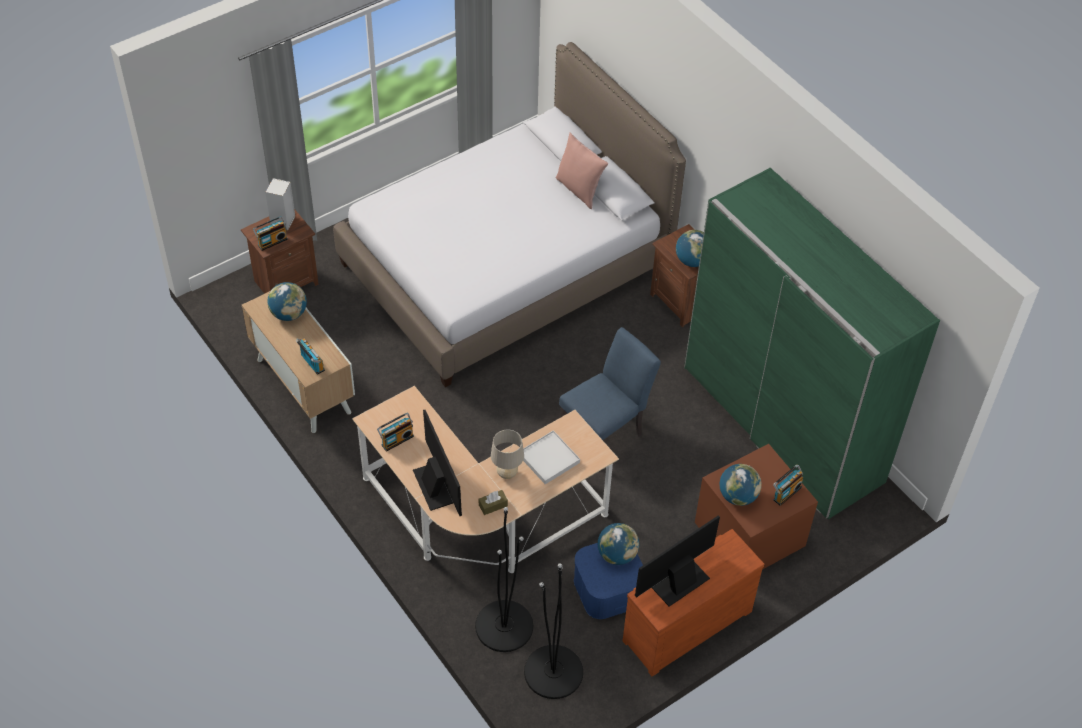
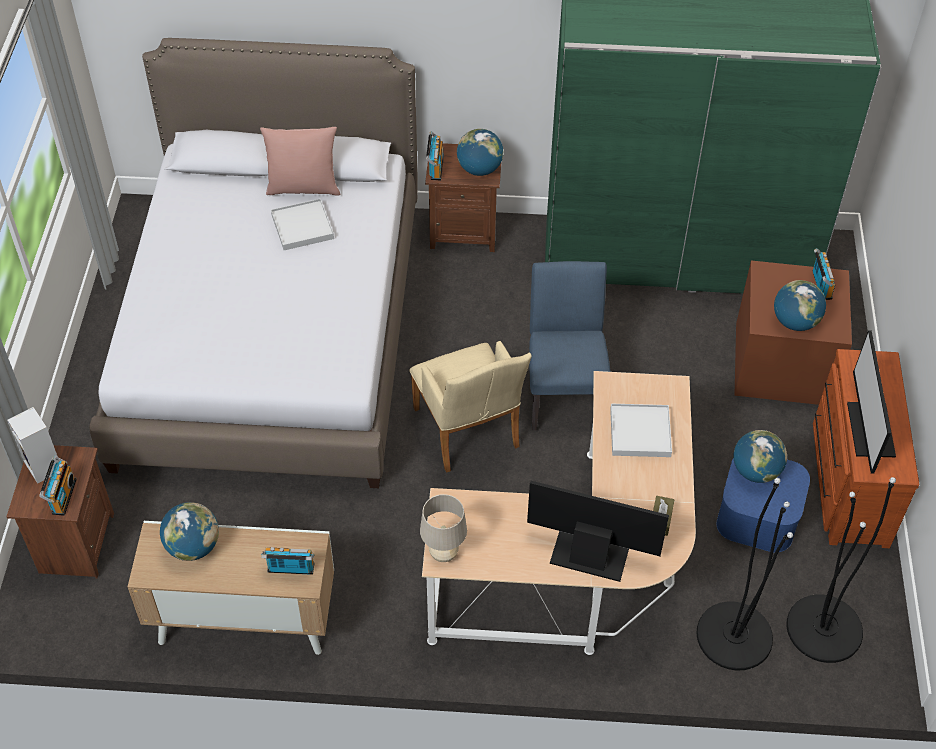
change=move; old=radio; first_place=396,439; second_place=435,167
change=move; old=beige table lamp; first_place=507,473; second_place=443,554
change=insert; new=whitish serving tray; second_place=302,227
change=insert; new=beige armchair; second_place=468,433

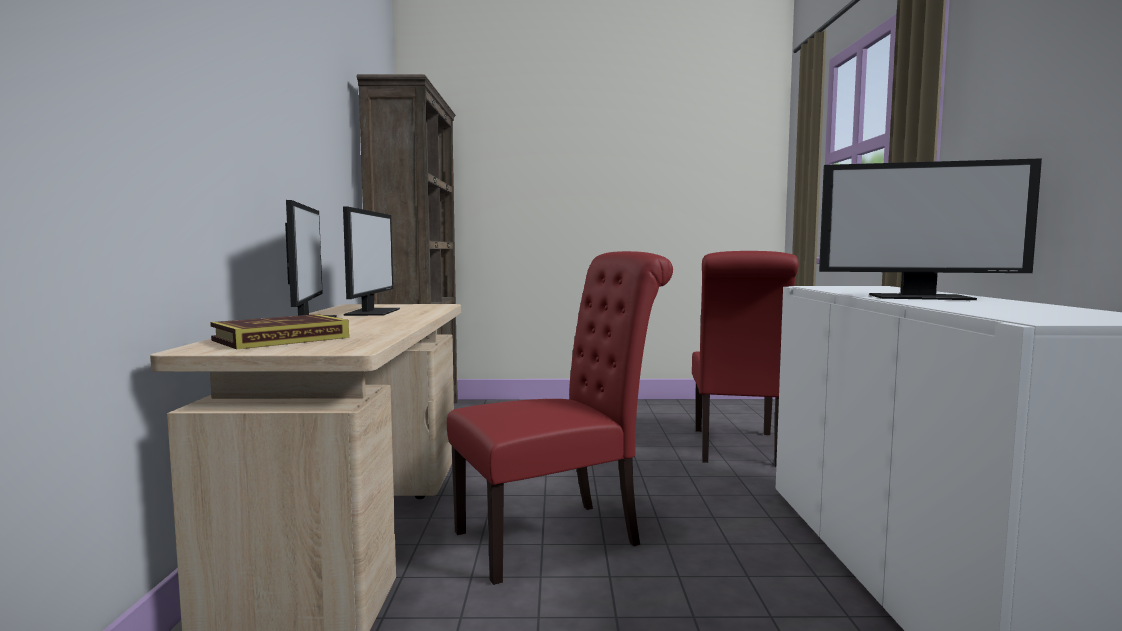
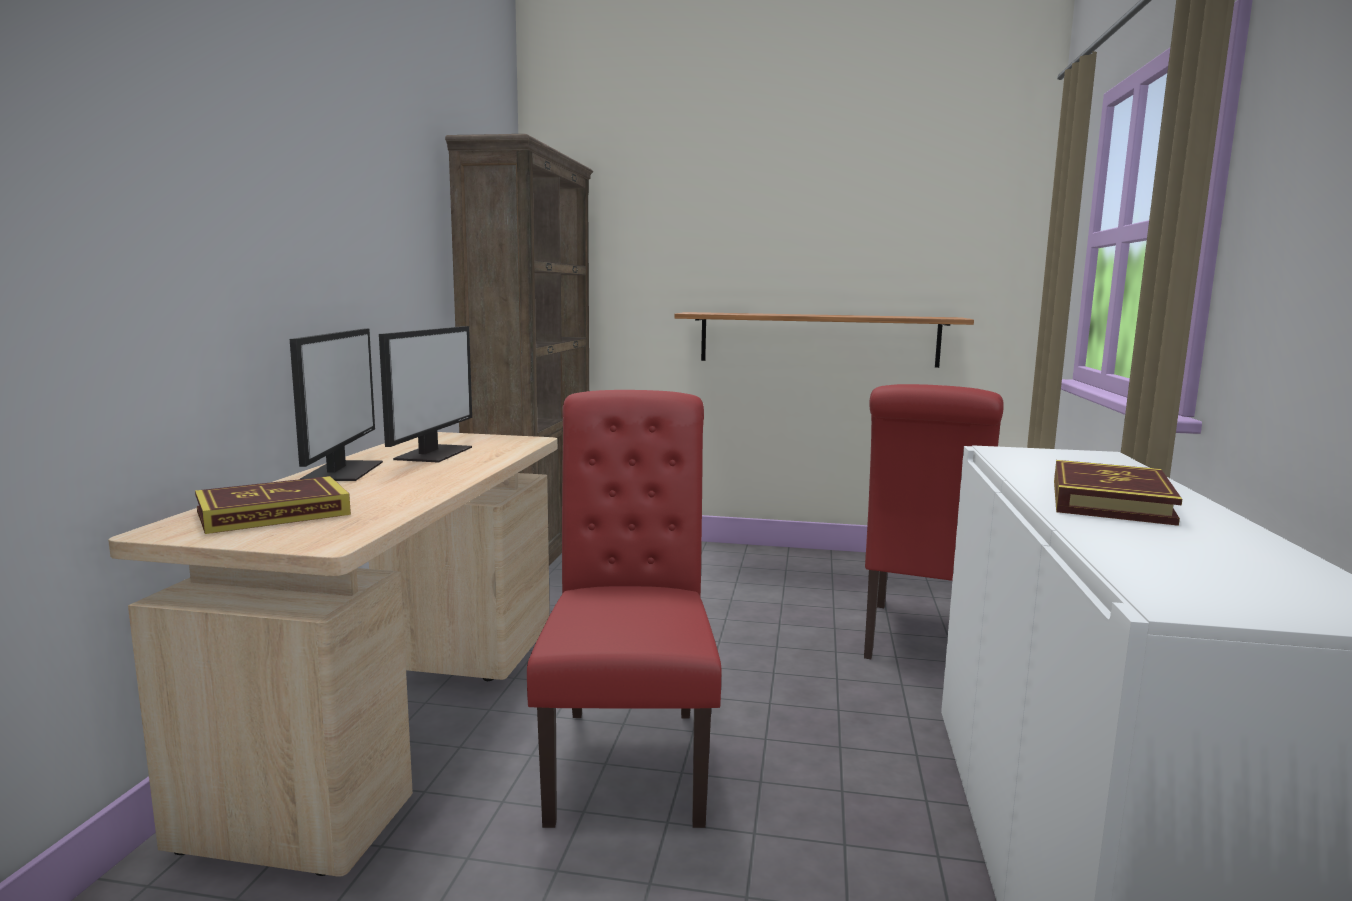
change=replace; old=computer display; new=volume; first_place=920,297; second_place=1109,501
change=rotate; old=red chair; first_place=558,536; second_place=629,755; degrees=-75
change=insert; new=wall shelf; second_place=818,339

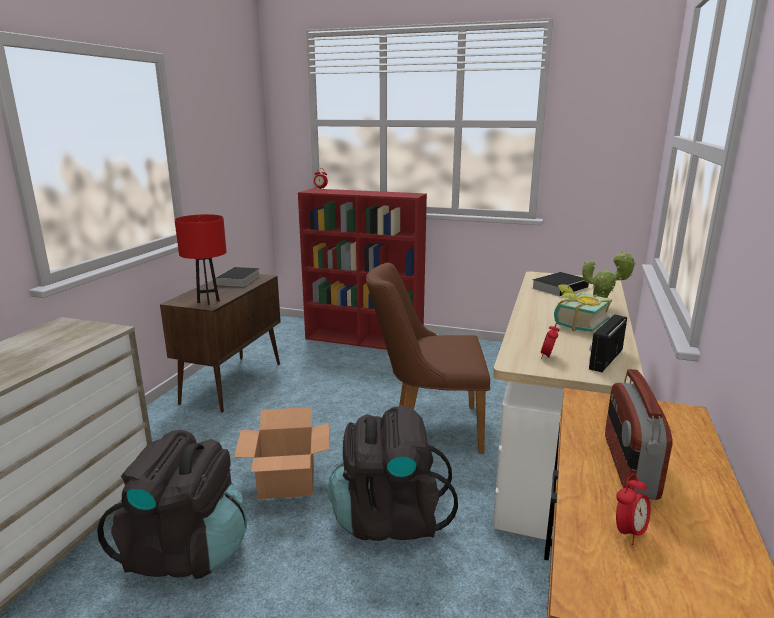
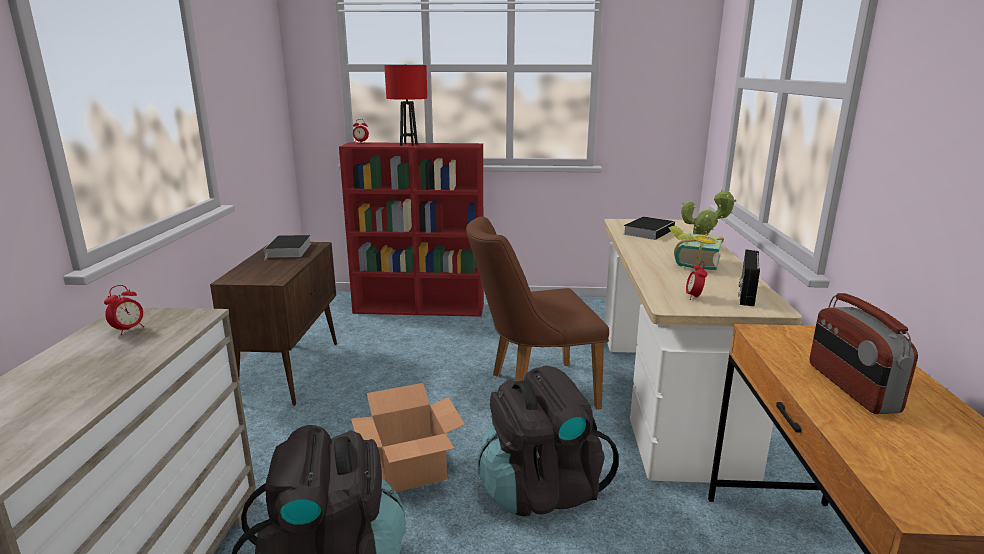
change=move; old=red table lamp; first_place=208,301; second_place=408,145
change=move; old=alarm clock; first_place=629,532; second_place=128,330

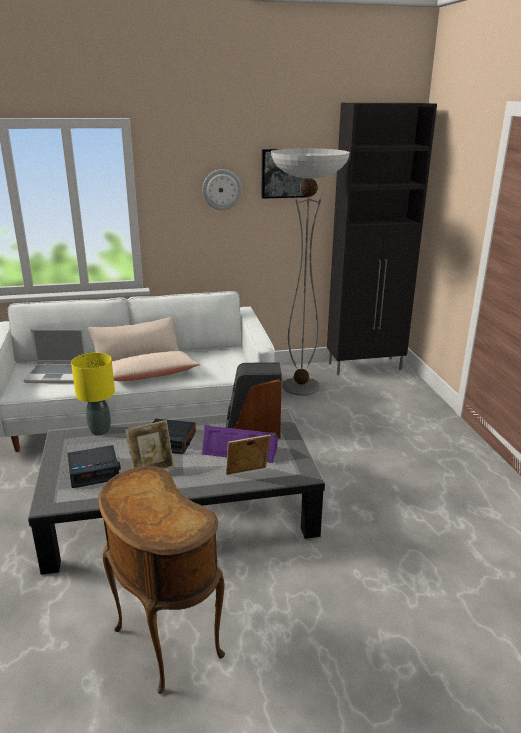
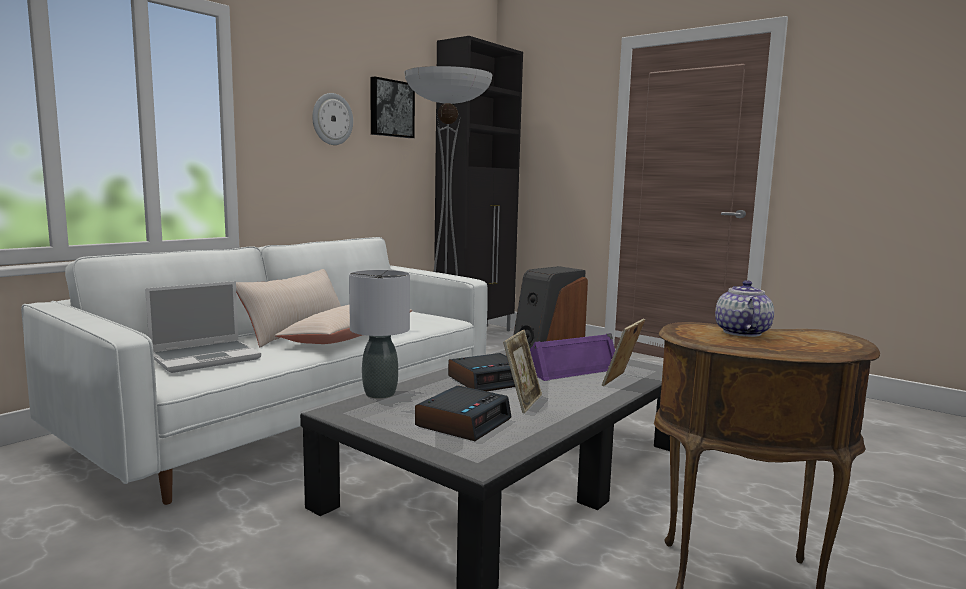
change=recolor; old=yellow table lamp; new=grey table lamp; first_place=99,430; second_place=379,394
change=insert; new=tea pot; second_place=741,332

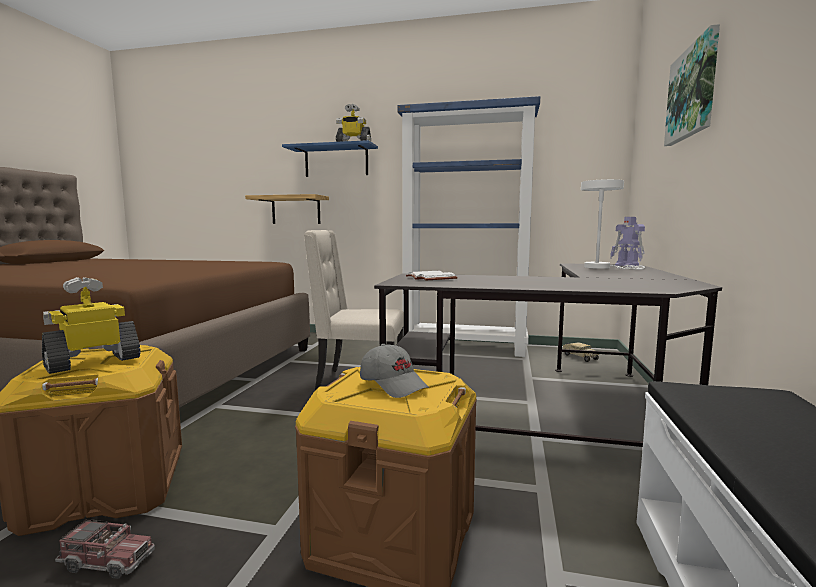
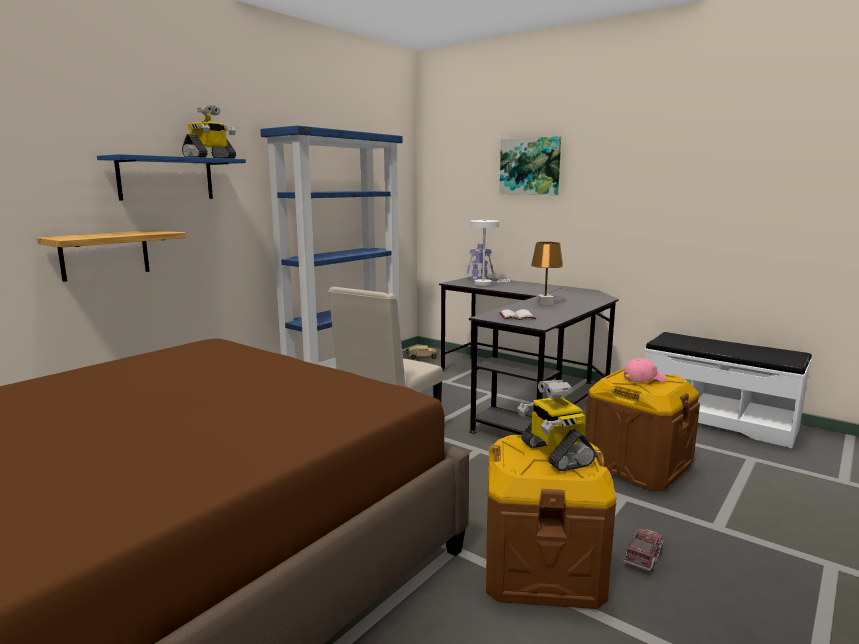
change=recolor; old=grey cap; new=pinkish cap; first_place=394,384; second_place=644,379
change=insert; new=brownish table lamp; second_place=545,303

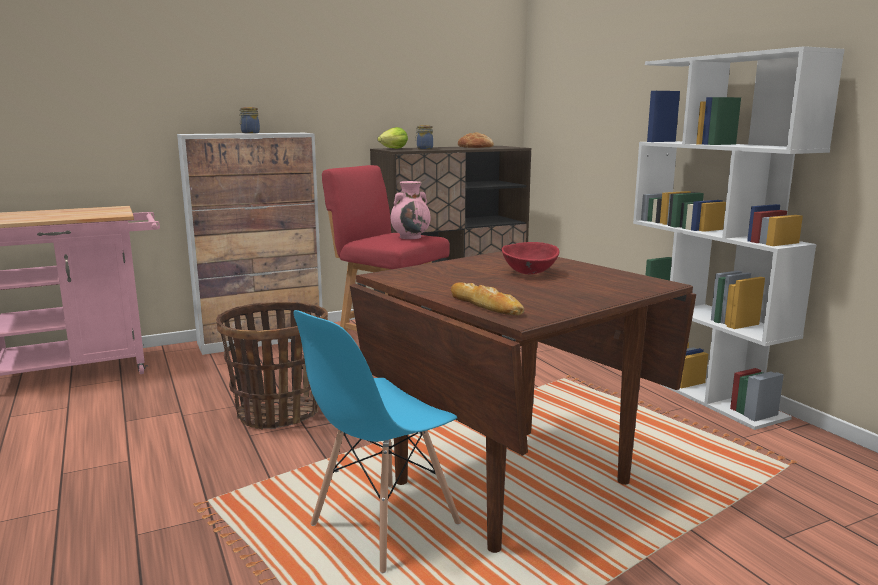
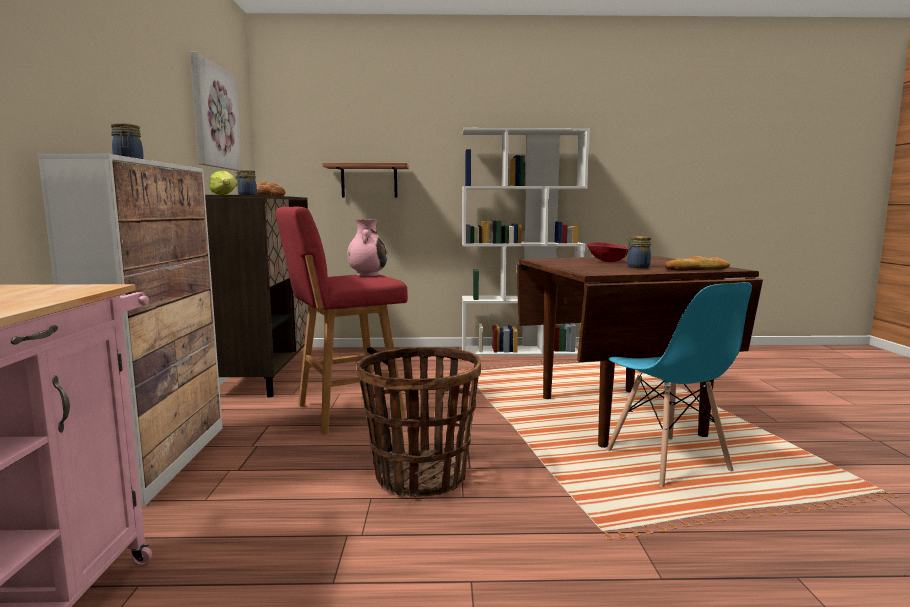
change=insert; new=wall picture; second_place=214,117
change=insert; new=wall shelf; second_place=369,181
change=insert; new=storage jar; second_place=637,267

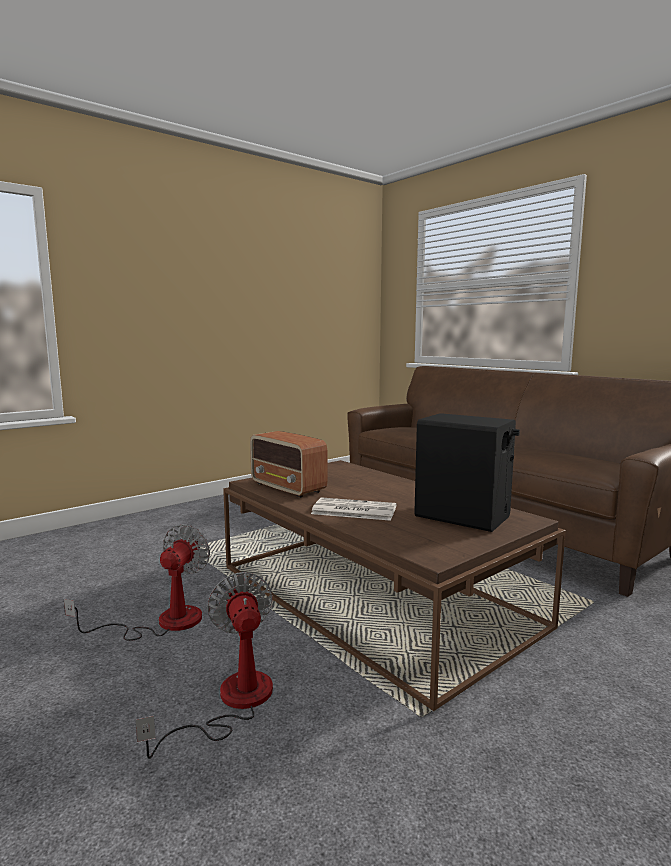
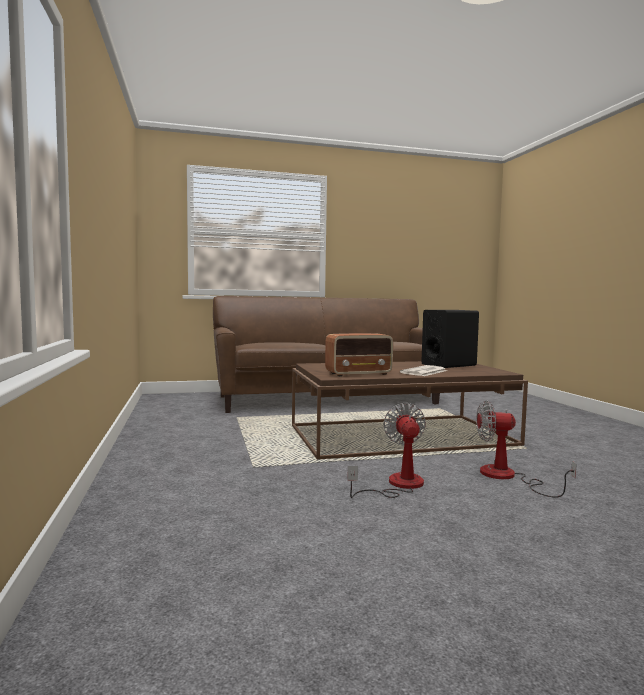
change=rotate; old=fan; first_place=163,622; second_place=397,485; degrees=45

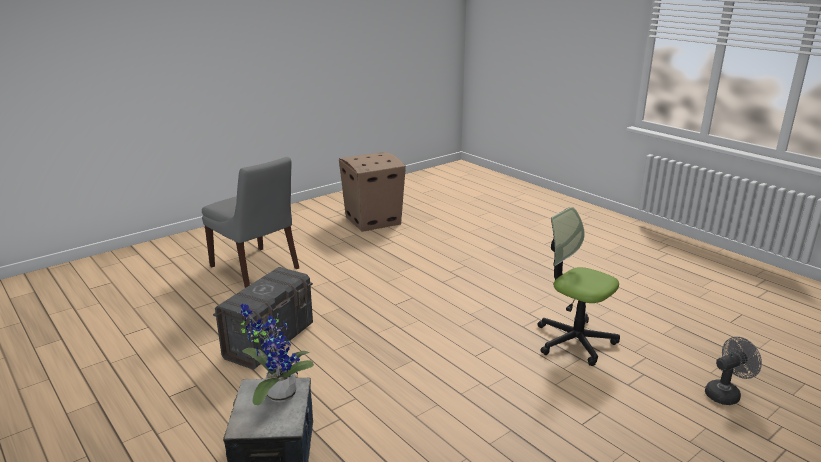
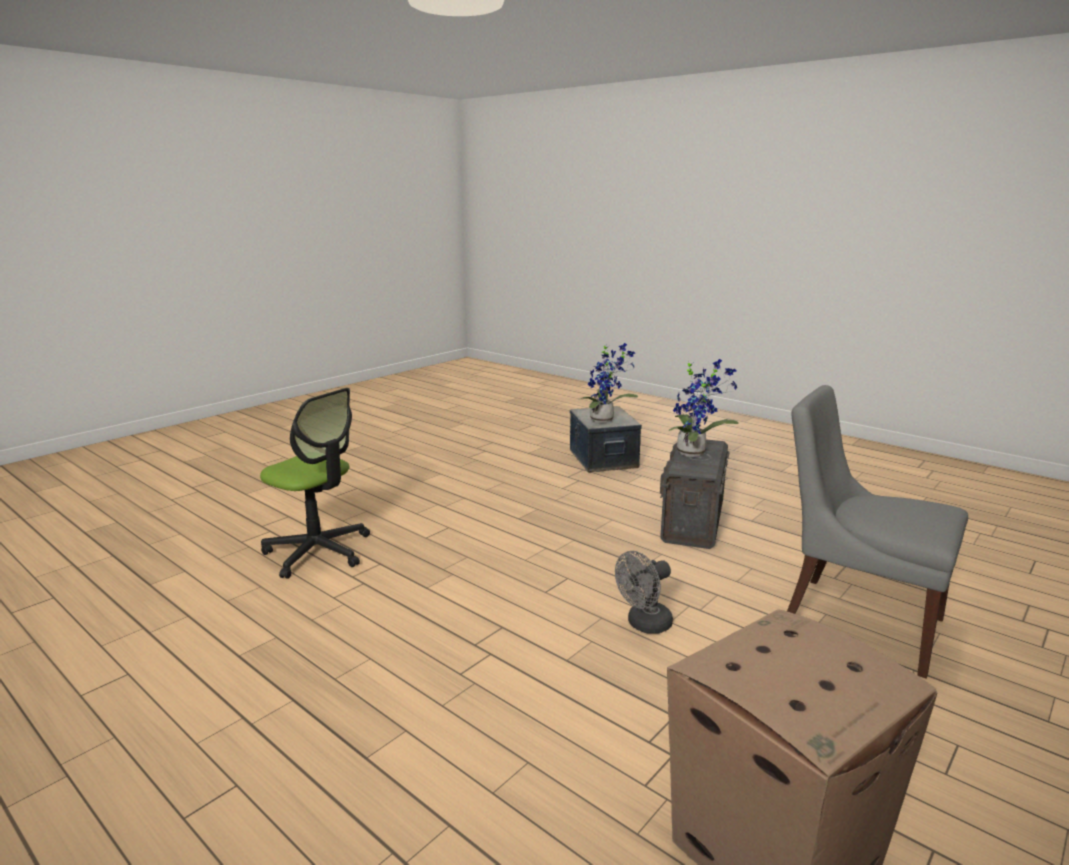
change=move; old=grey fan; first_place=726,393; second_place=644,625
change=insert; new=plant in a pot; second_place=694,452

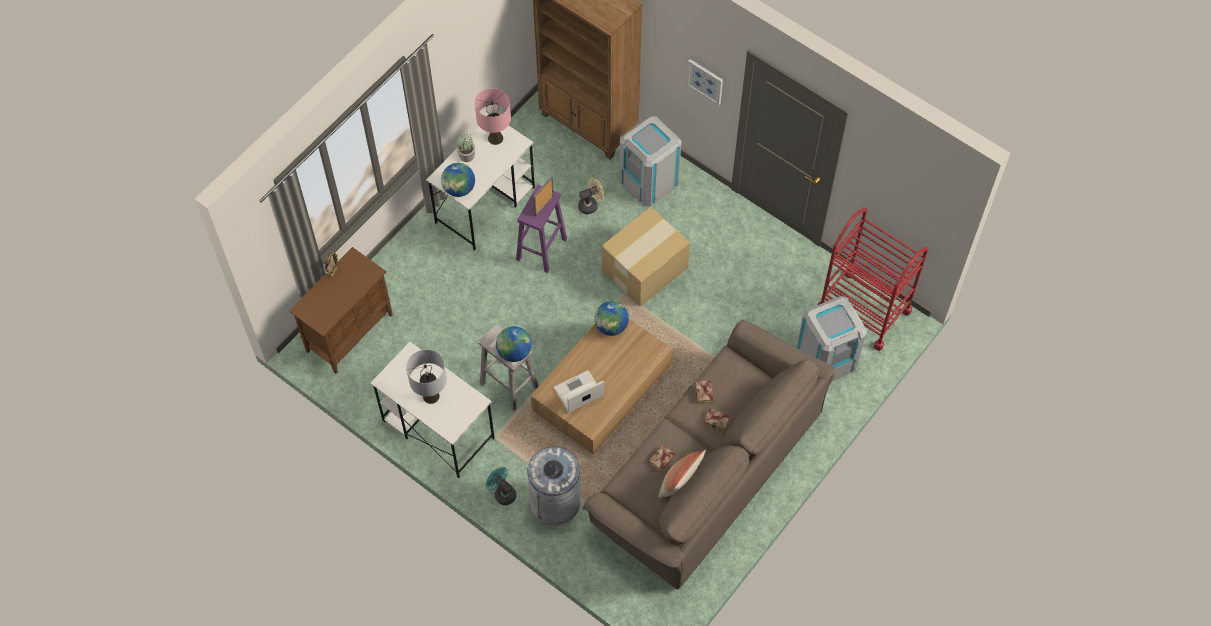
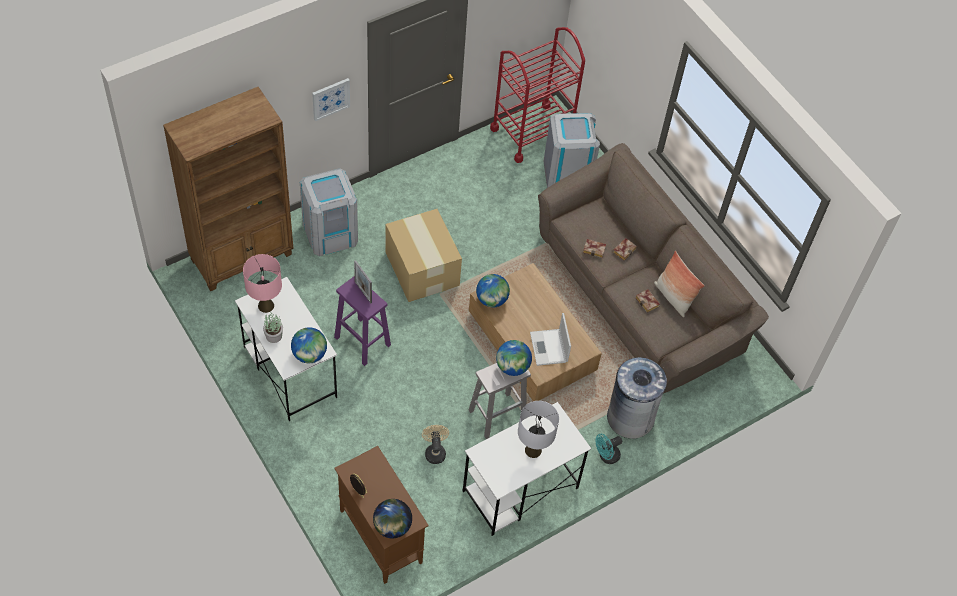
change=move; old=beige fan; first_place=591,205; second_place=434,451
change=insert; new=world globe; second_place=392,526

